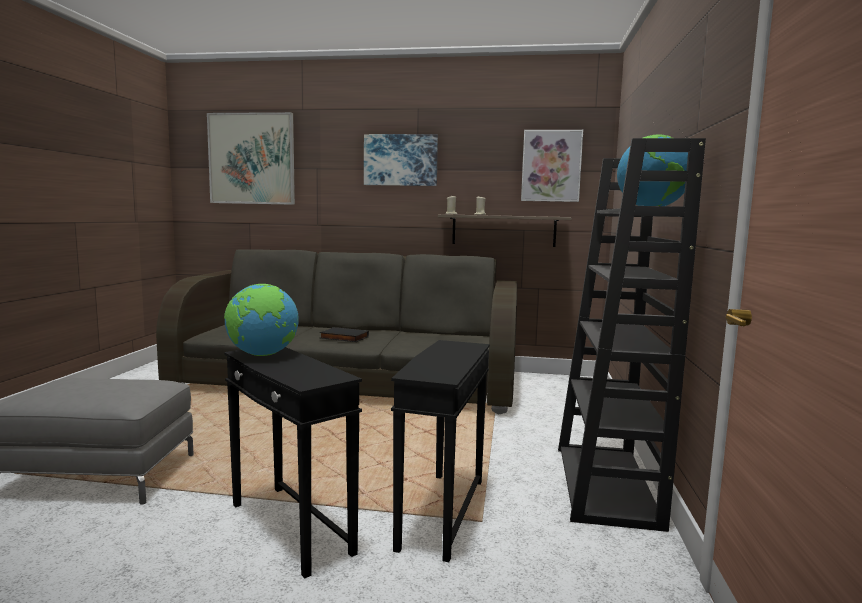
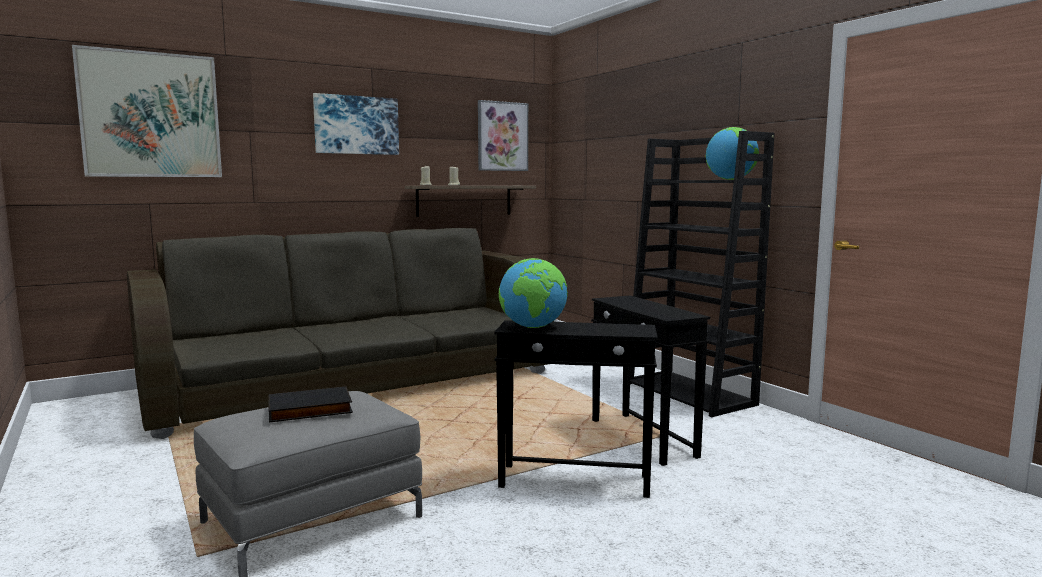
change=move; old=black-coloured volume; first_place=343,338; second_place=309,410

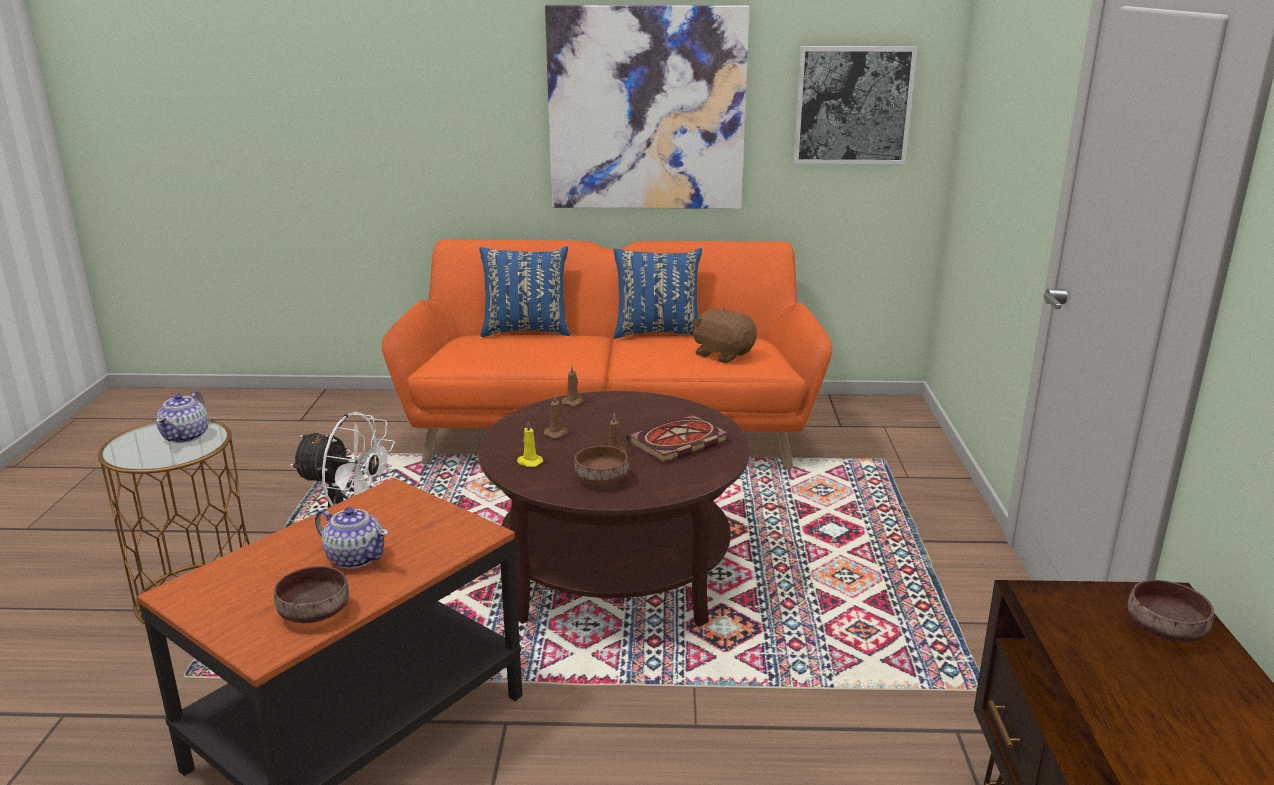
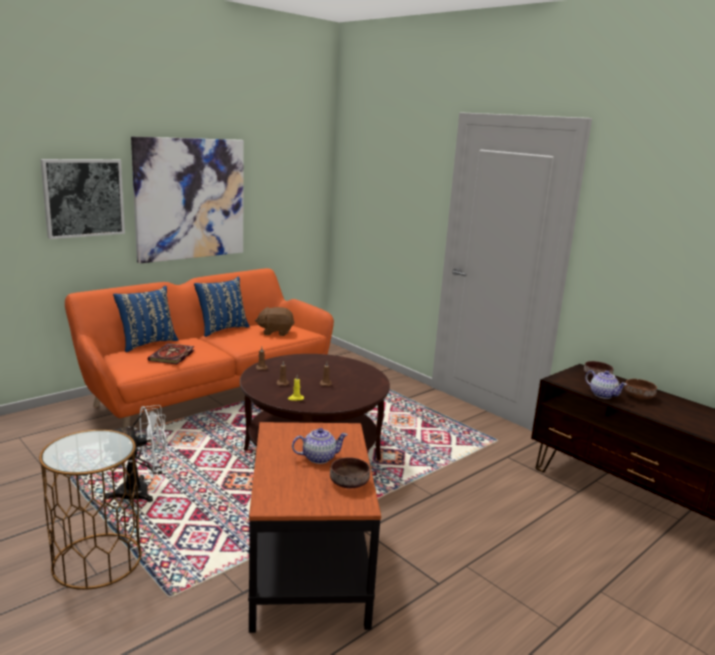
change=move; old=wall picture; first_place=852,105; second_place=83,198
change=move; old=tea pot; first_place=186,436; second_place=602,394
change=move; old=volume; first_place=677,443; second_place=172,356
change=move; old=brownish bowl; first_place=600,479; second_place=638,397

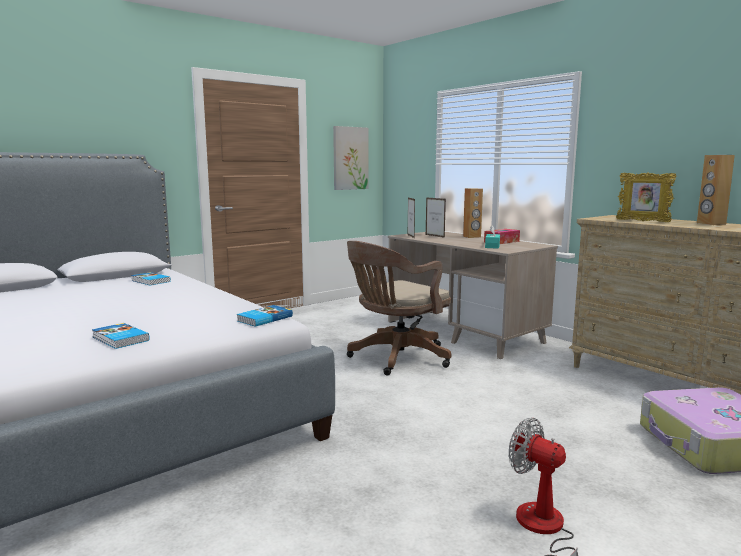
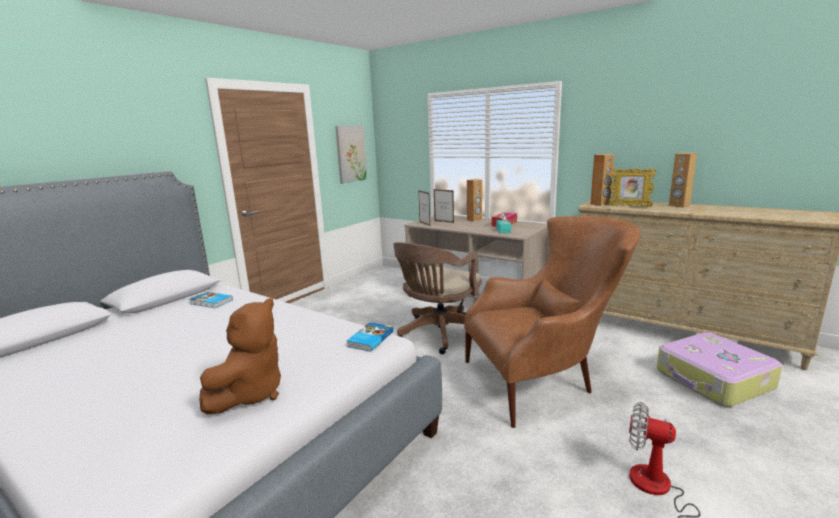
change=replace; old=volume; new=brownish cuddly toy; first_place=119,339; second_place=250,394
change=insert; new=brownish audio speaker; second_place=600,204
change=insert; new=brownish armchair; second_place=544,379

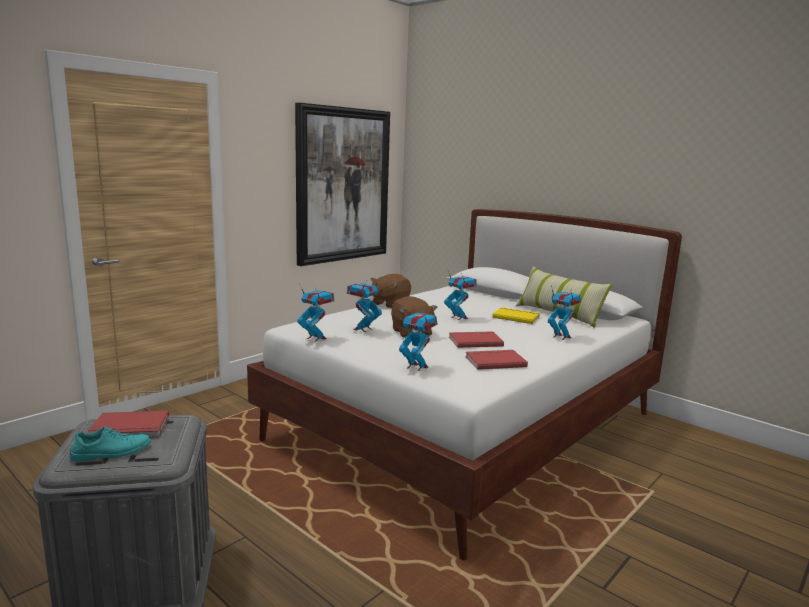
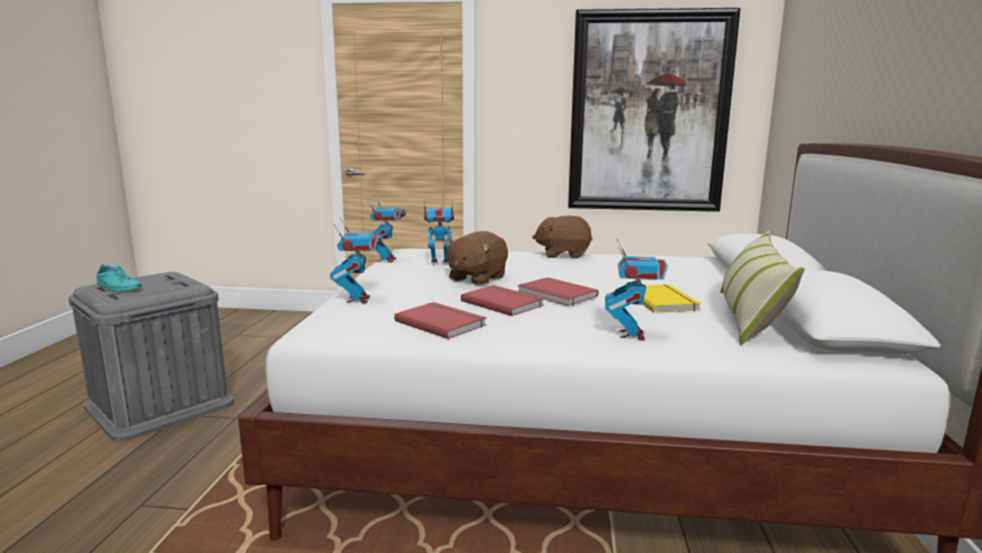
change=delete; old=toy robot; first_place=459,318
change=move; old=red volume; first_place=129,429; second_place=556,295

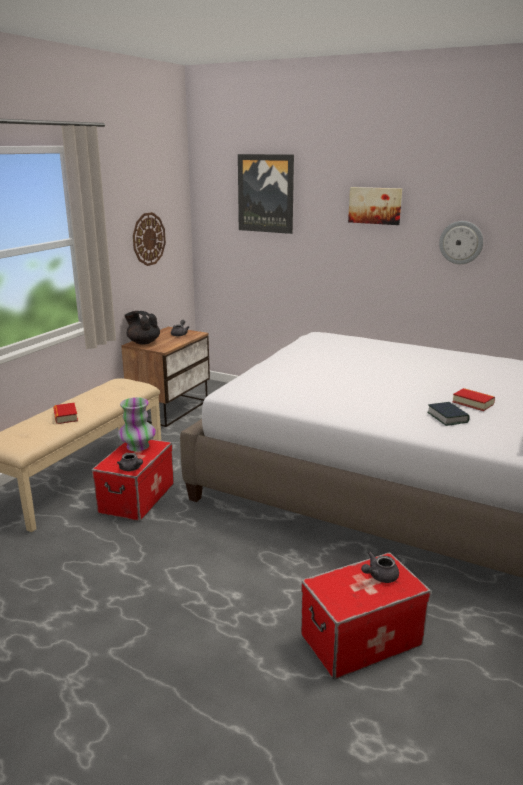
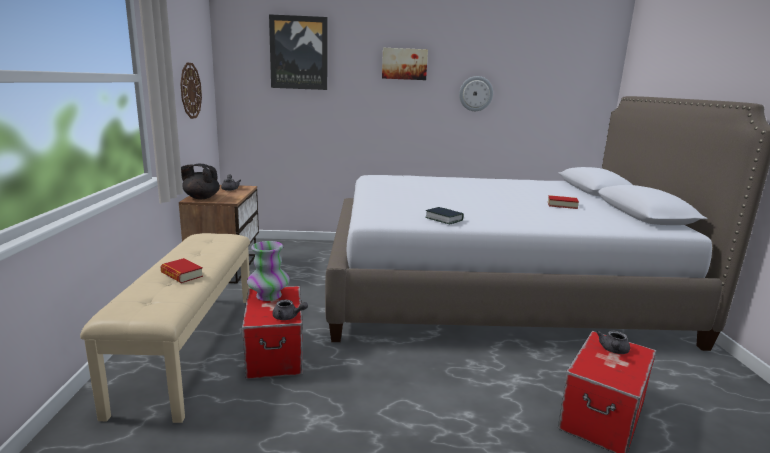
change=move; old=volume; first_place=447,417; second_place=444,219

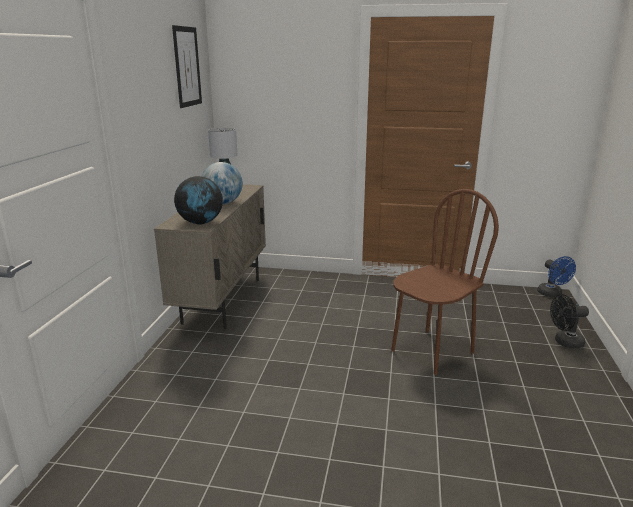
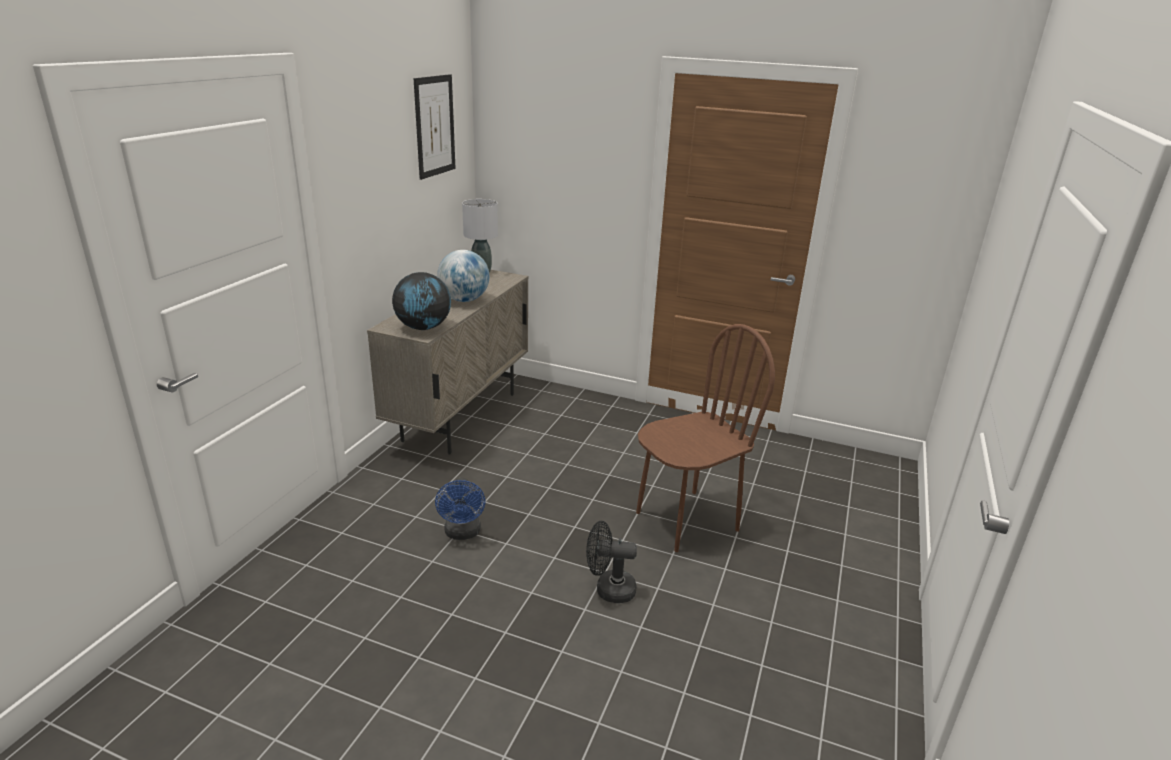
change=move; old=bluish fan; first_place=552,294; second_place=462,533
change=move; old=black-coloured fan; first_place=564,342; second_place=608,589

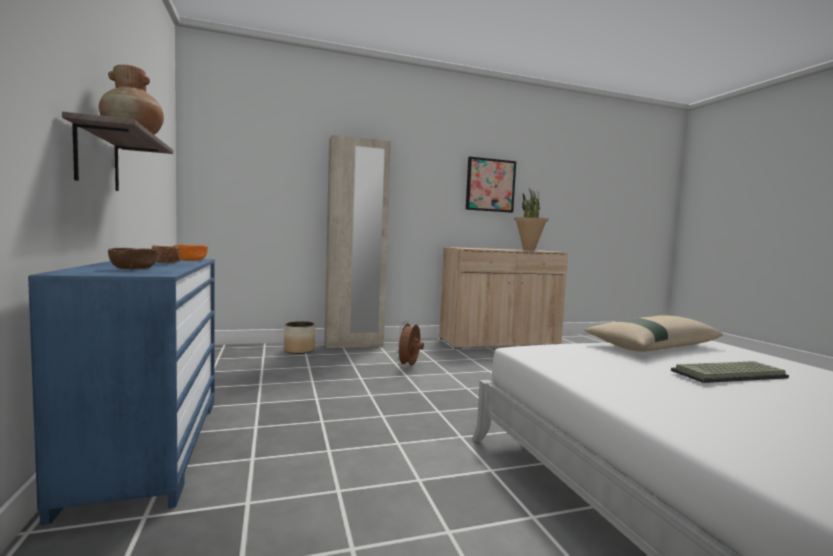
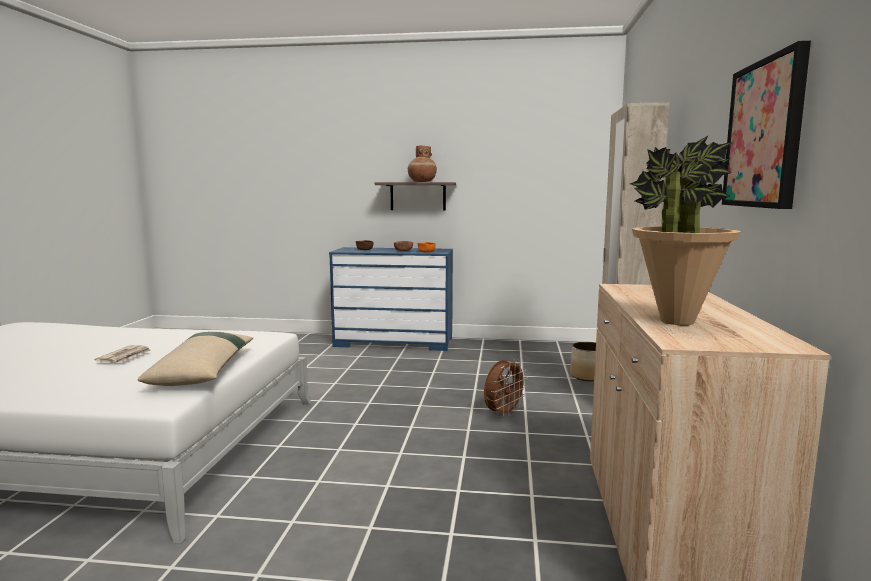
change=rotate; old=brownish fan; first_place=409,367; second_place=503,414; degrees=90
change=replace; old=keyboard; new=daily paper; first_place=730,375; second_place=125,356

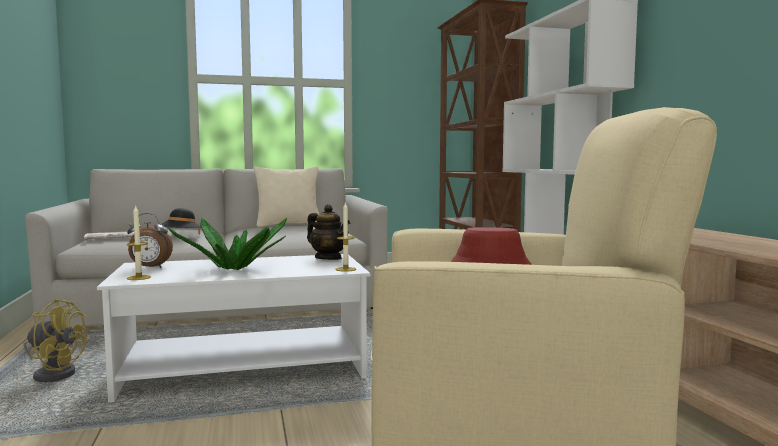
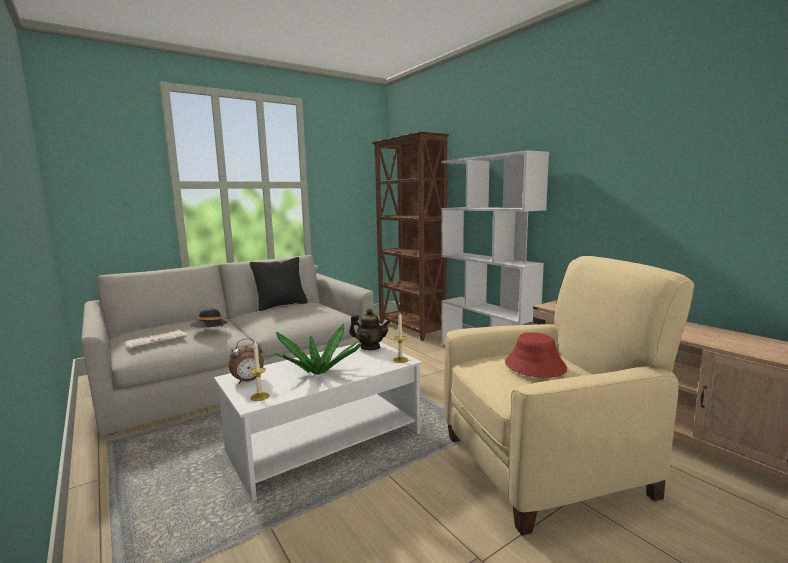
change=recolor; old=beige throw pillow; new=black-coloured throw pillow; first_place=288,225; second_place=281,305
change=delete; old=yellow fan; first_place=54,374

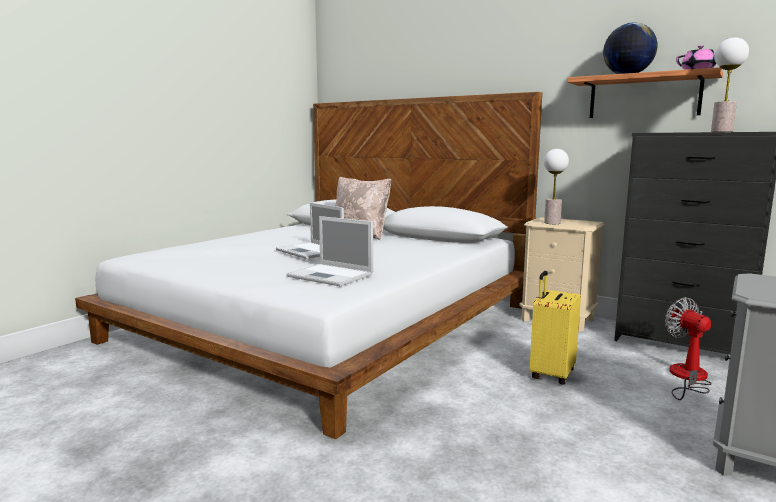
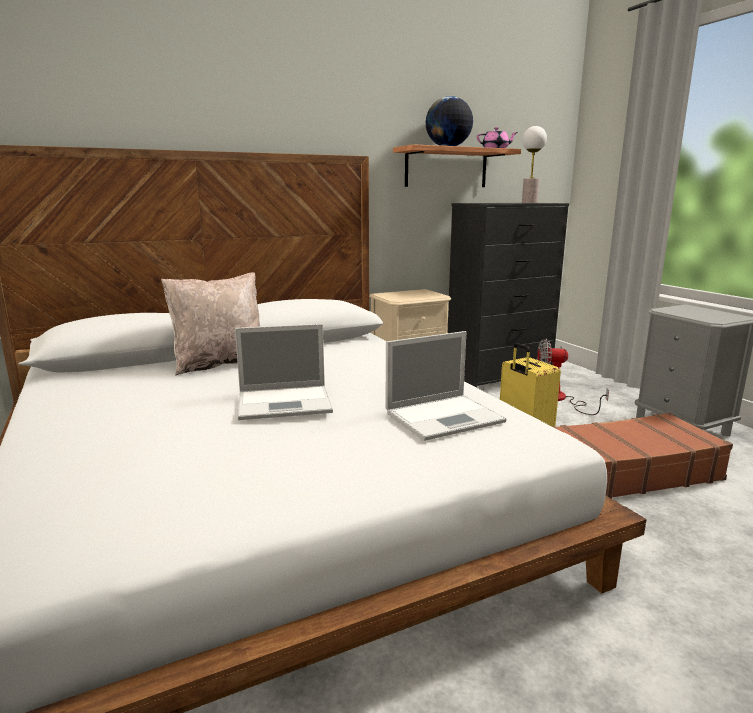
change=delete; old=table lamp; first_place=552,223
change=insert; new=brownish travel case; second_place=630,470

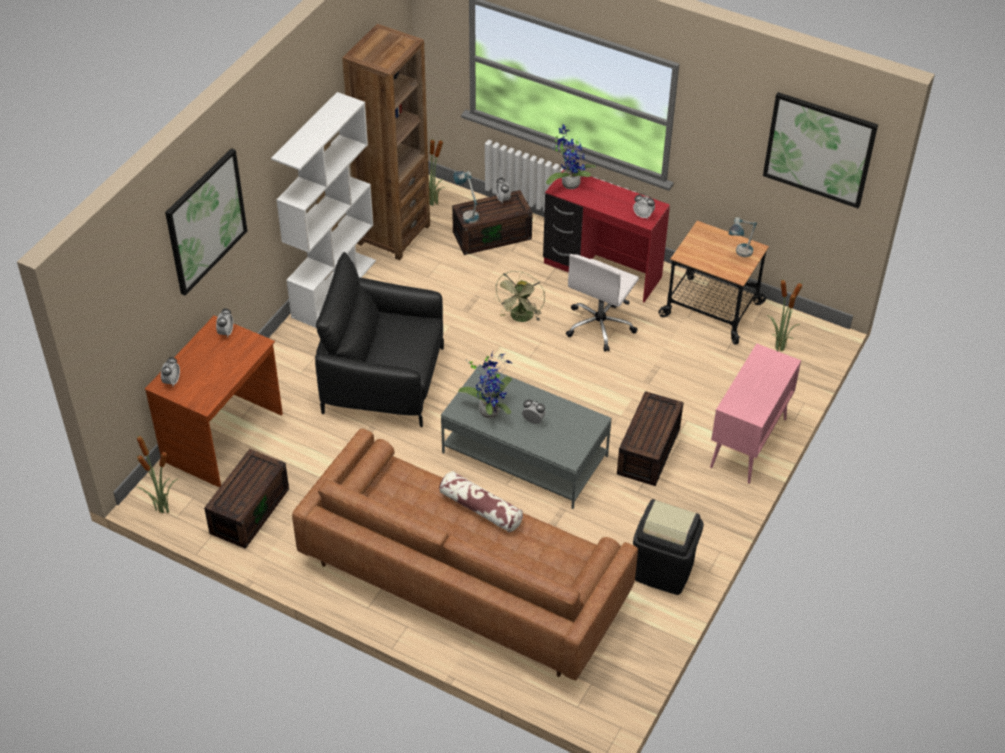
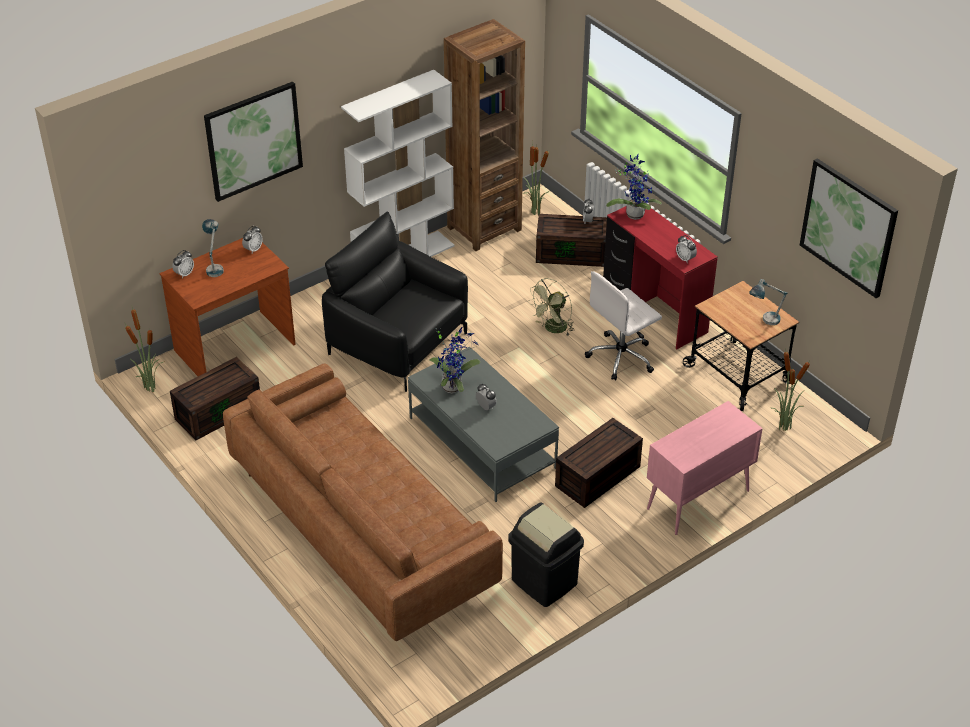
change=move; old=table lamp; first_place=467,213; second_place=215,266
change=delete; old=throw pillow; first_place=480,508

